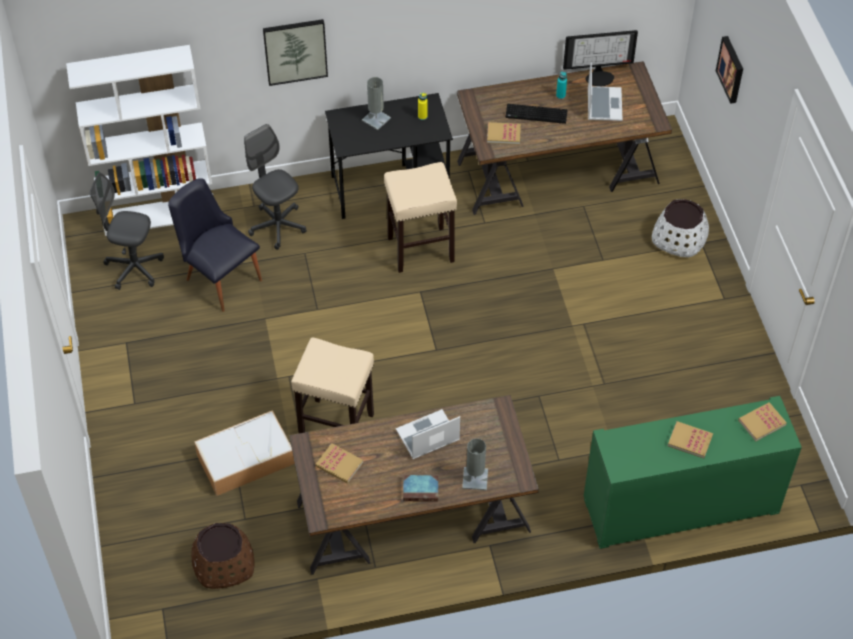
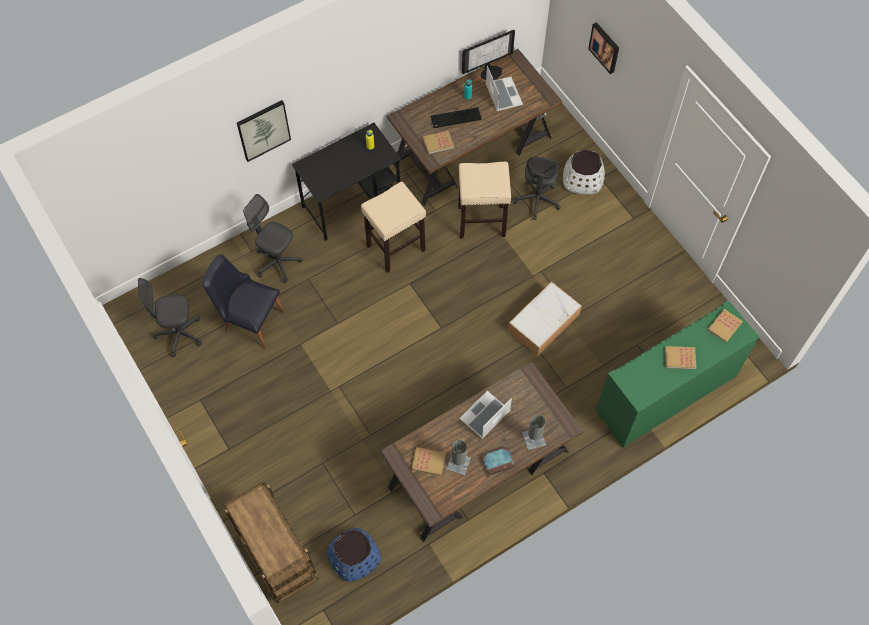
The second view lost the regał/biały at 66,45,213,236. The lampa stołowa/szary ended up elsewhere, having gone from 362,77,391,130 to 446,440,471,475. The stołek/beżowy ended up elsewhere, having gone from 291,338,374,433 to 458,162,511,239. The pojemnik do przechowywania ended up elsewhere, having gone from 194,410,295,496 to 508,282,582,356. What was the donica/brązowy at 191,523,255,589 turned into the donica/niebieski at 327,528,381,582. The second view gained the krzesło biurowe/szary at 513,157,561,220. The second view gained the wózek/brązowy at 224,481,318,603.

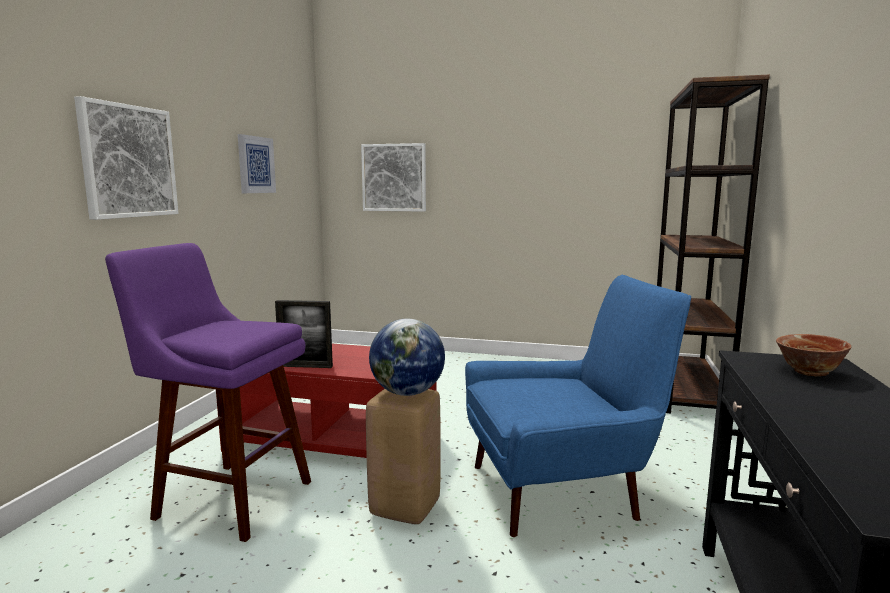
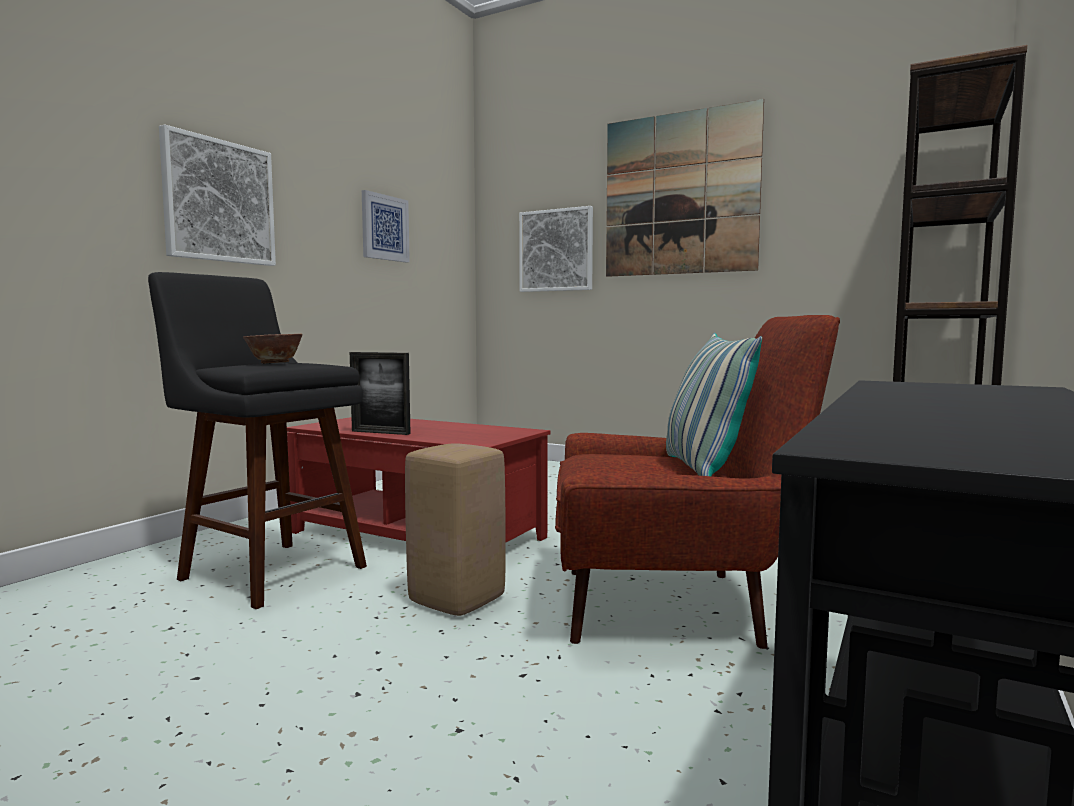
What was the stołek/fioletowy at 105,243,311,542 turned into the stołek/czarny at 148,272,367,609. What was the fotel/niebieski at 465,275,691,537 turned into the fotel/czerwony at 555,315,840,649. The second view lost the globus at 369,319,445,396. The miska ended up elsewhere, having gone from 776,334,852,376 to 243,334,302,363. The second view gained the obraz at 606,99,764,277. The second view gained the poduszka at 666,333,762,476.

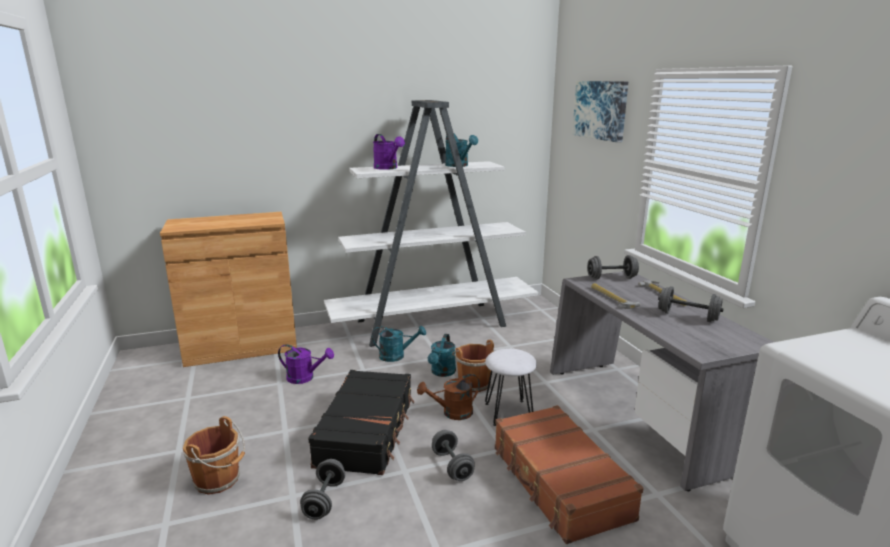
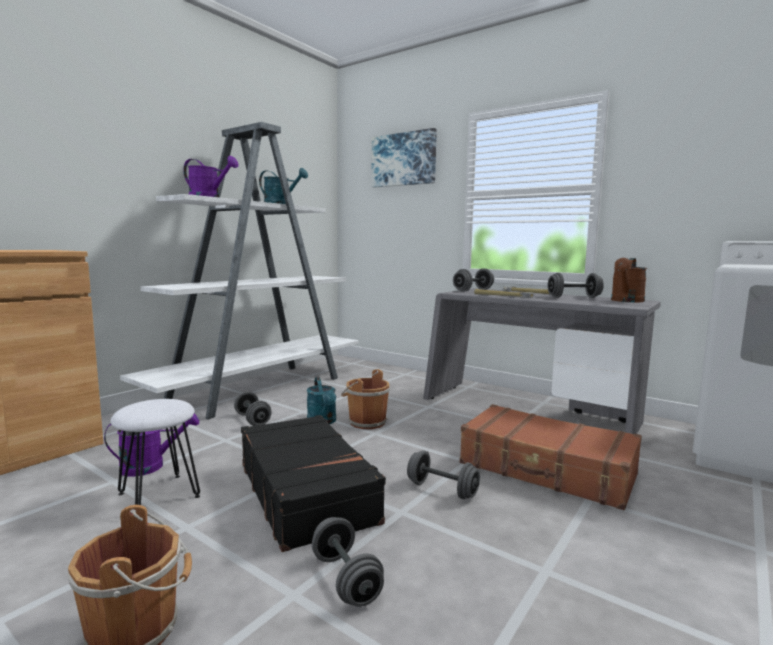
Where the konewka/turkusowy stood at 372,326,426,362, the hantel/szary came to stand at 234,391,272,426. The stołek/biały ended up elsewhere, having gone from 485,348,537,426 to 110,399,200,505. The konewka/brązowy ended up elsewhere, having gone from 417,374,480,420 to 611,258,647,302.

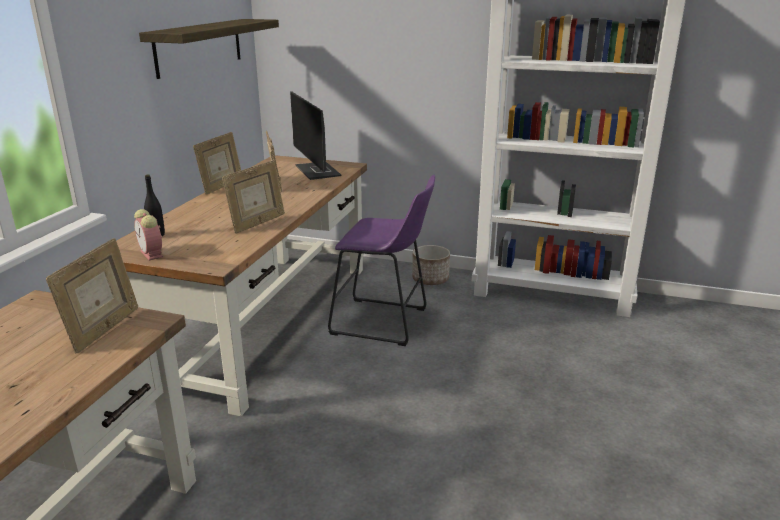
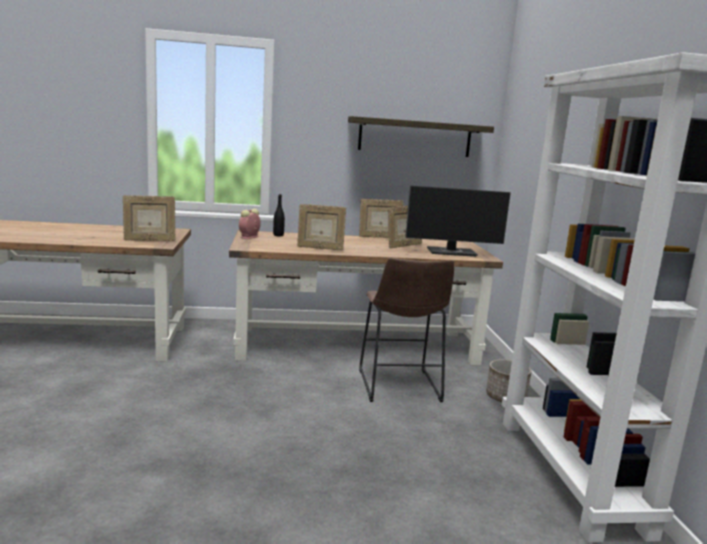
The monitor at 290,91,341,180 ended up facing another way, 135 degrees counterclockwise from before. What was the stołek/fioletowy at 328,175,435,346 turned into the stołek/brązowy at 359,258,454,402.

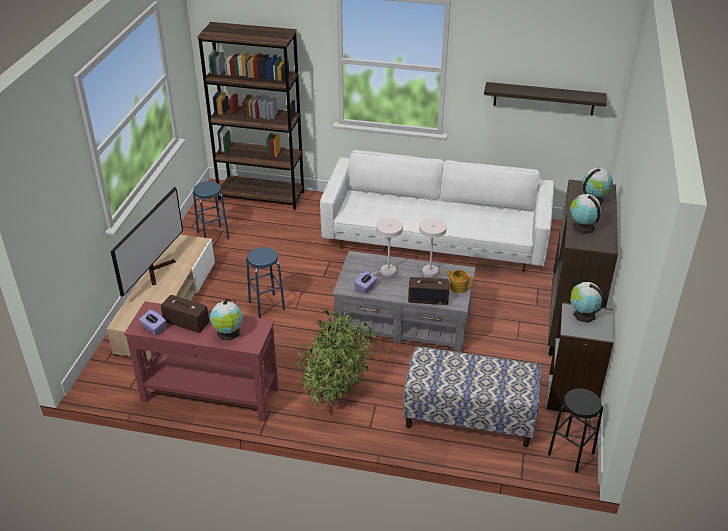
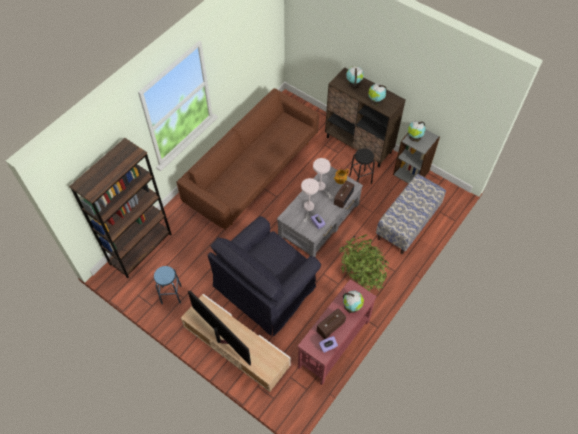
The second view lost the półka at 484,82,607,116. What was the kanapa/biały at 320,150,554,273 turned into the kanapa/brązowy at 177,88,319,230. Where the stołek/niebieski stood at 246,247,285,318, the fotel/czarny came to stand at 208,216,321,336. The stołek/czarny ended up elsewhere, having gone from 548,388,603,473 to 349,148,375,184.

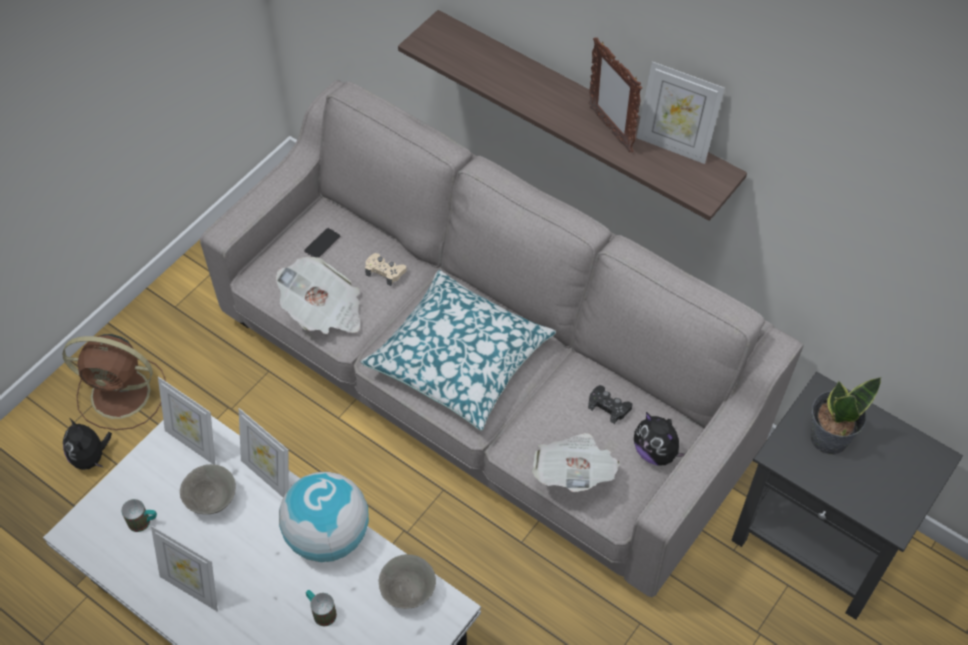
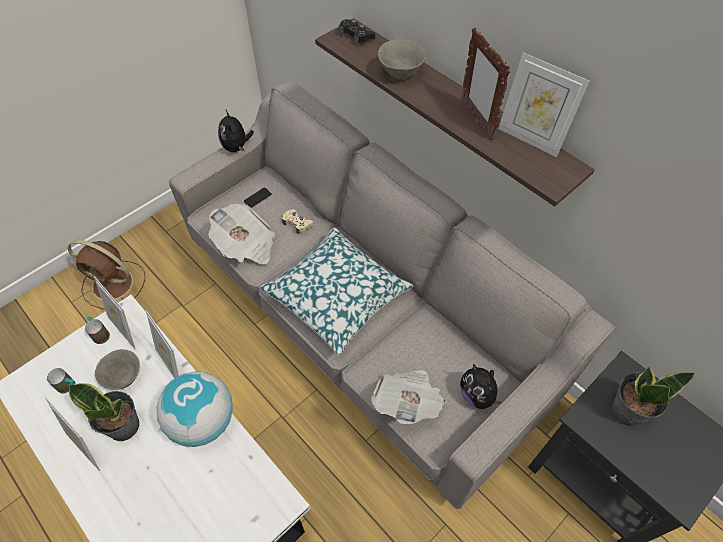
The pad do gier/czarny ended up elsewhere, having gone from 588,385,633,424 to 338,19,375,46. The pluszak ended up elsewhere, having gone from 63,418,112,470 to 218,110,254,152. The miska/szary ended up elsewhere, having gone from 379,554,436,609 to 378,39,426,80. The kubek ended up elsewhere, having gone from 306,590,337,626 to 85,316,110,344. The second view gained the roślina doniczkowa at 69,383,139,441.

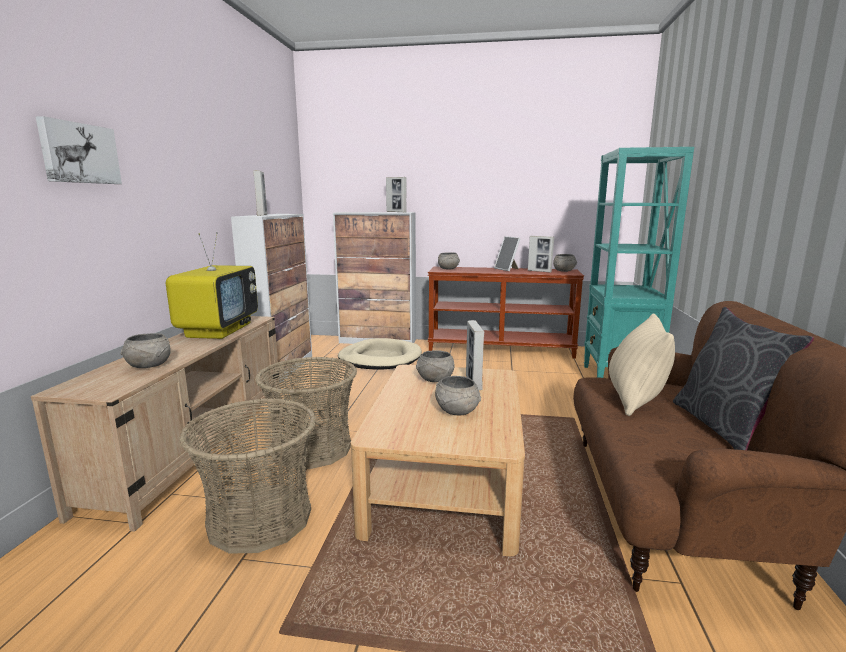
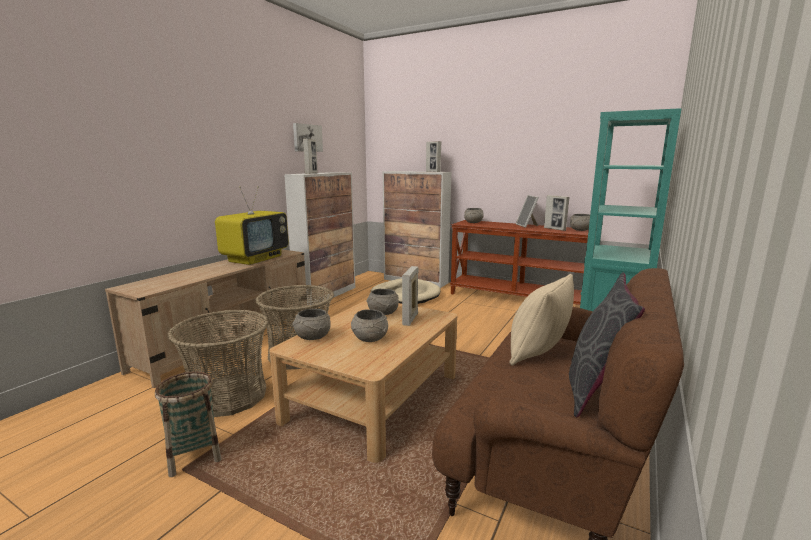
The obraz ended up elsewhere, having gone from 35,116,122,184 to 293,123,323,152. The miska/szary ended up elsewhere, having gone from 121,333,171,368 to 292,309,331,340. The second view gained the koszyk at 155,372,221,477.

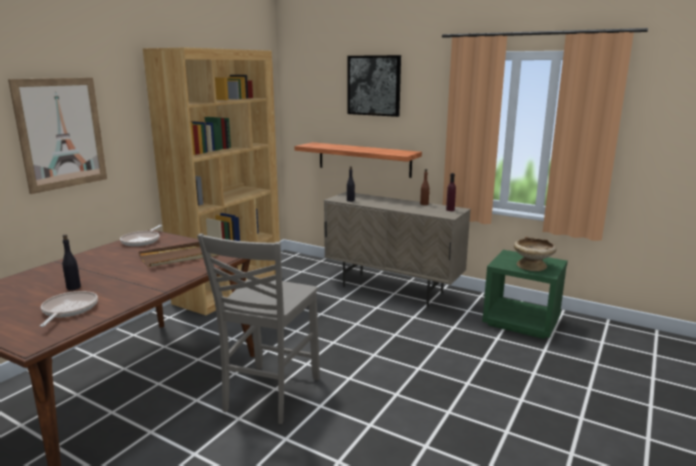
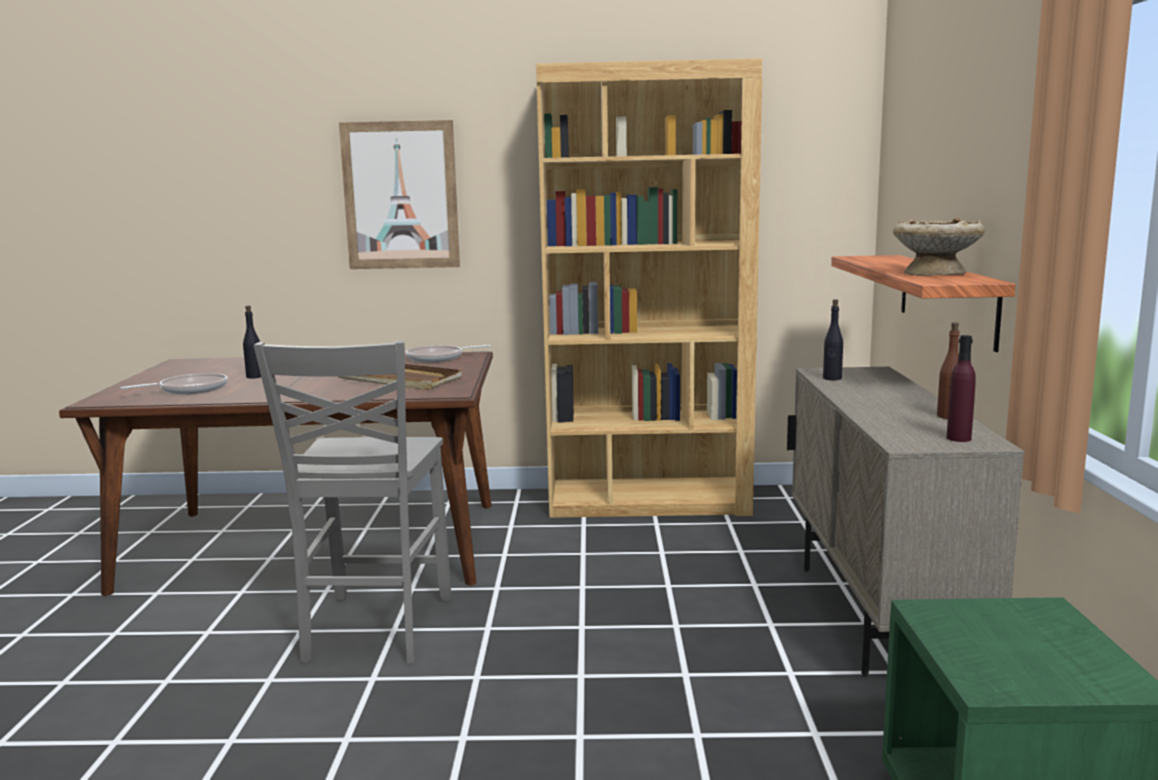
The second view lost the obraz at 348,55,401,117. The krzesło/szary at 197,233,320,424 ended up facing another way, 75 degrees counterclockwise from before. The miska/beżowy ended up elsewhere, having gone from 514,236,557,271 to 893,217,985,276.

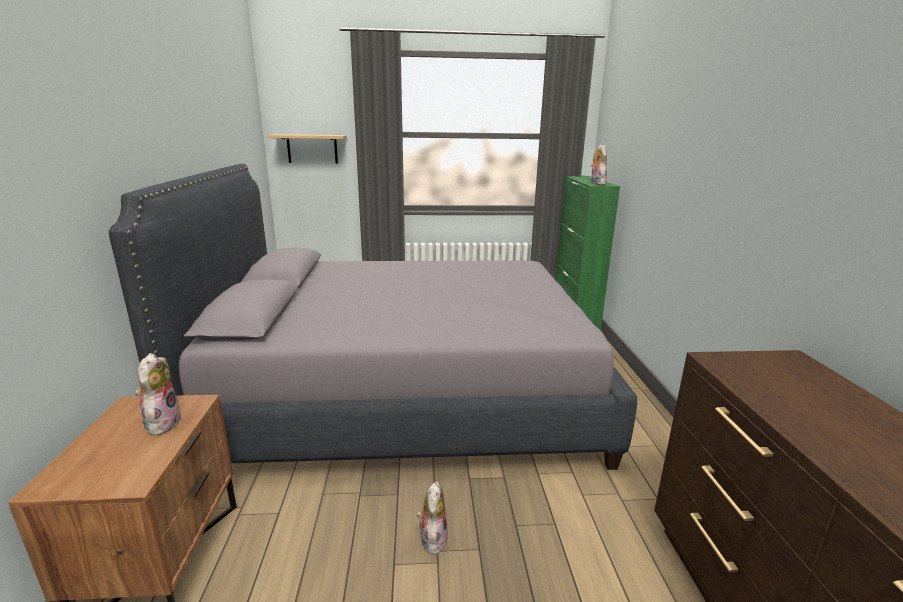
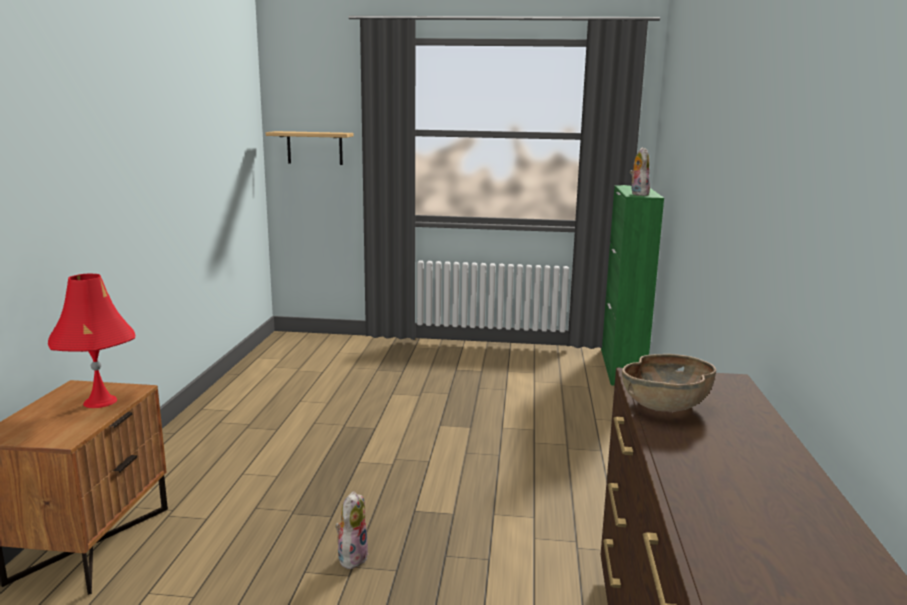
The second view lost the łóżko/szary at 109,164,637,470. Where the pluszak stood at 135,353,182,436, the lampa stołowa/czerwony came to stand at 48,274,135,408. The second view gained the miska/brązowy at 622,354,716,412.

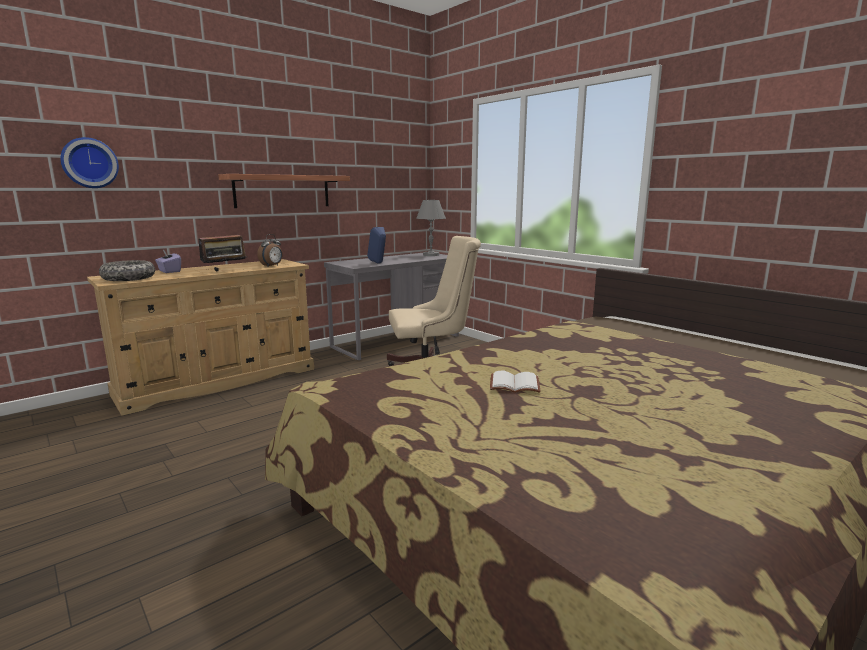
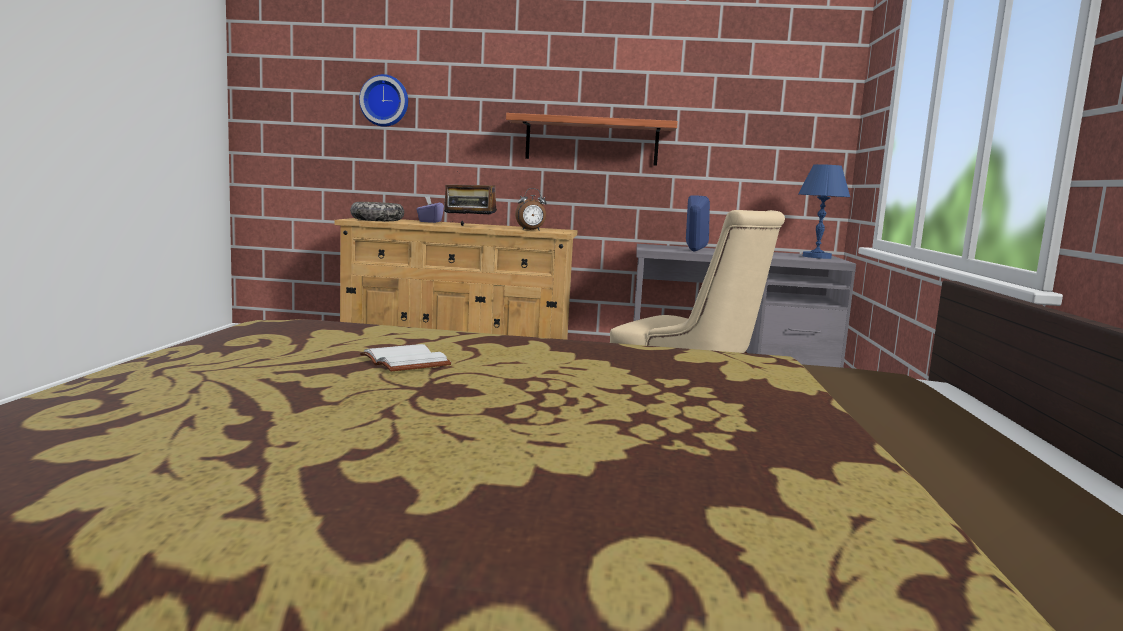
What was the lampa stołowa/szary at 416,200,446,256 turned into the lampa stołowa/niebieski at 798,164,850,259.

